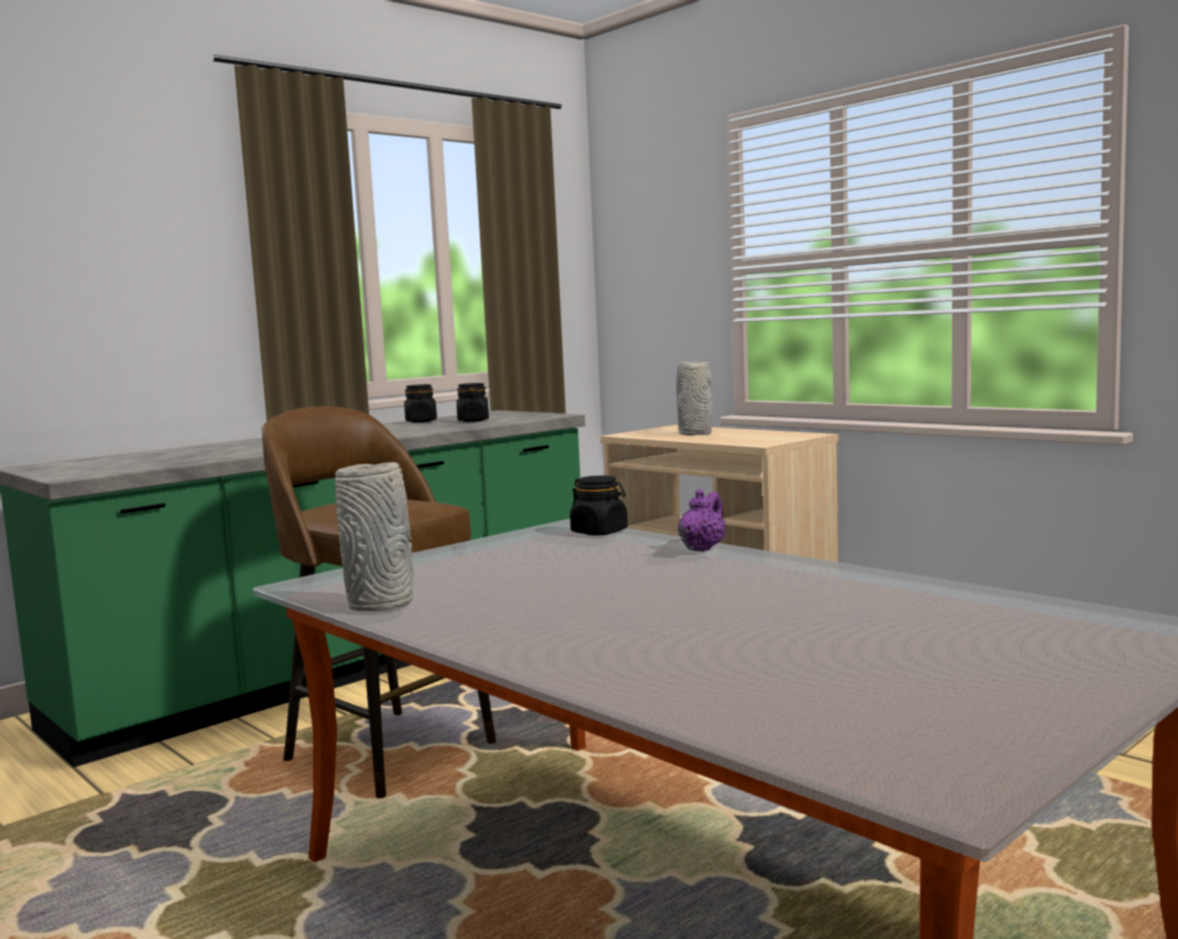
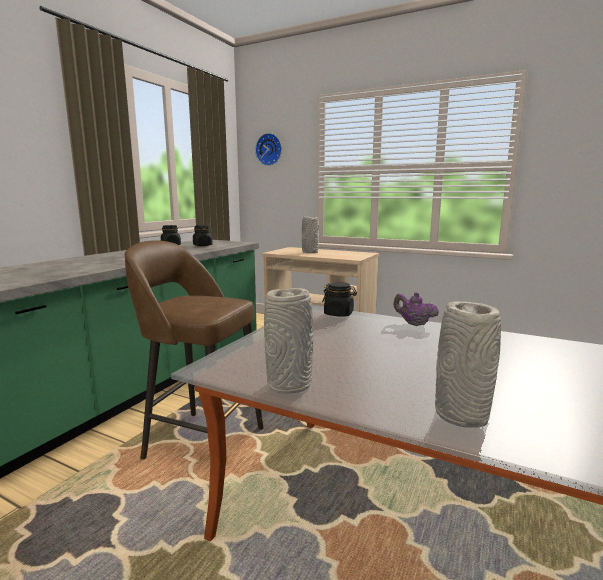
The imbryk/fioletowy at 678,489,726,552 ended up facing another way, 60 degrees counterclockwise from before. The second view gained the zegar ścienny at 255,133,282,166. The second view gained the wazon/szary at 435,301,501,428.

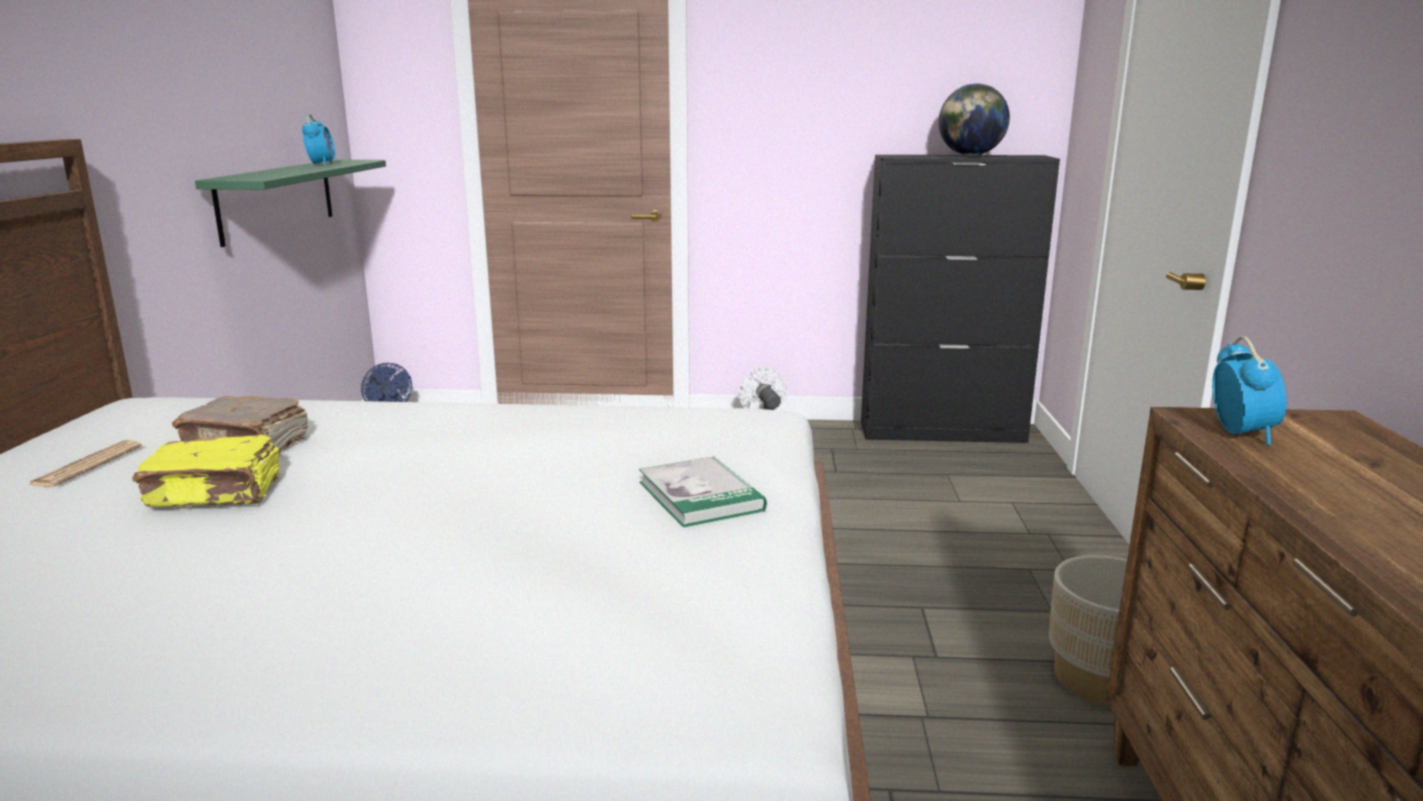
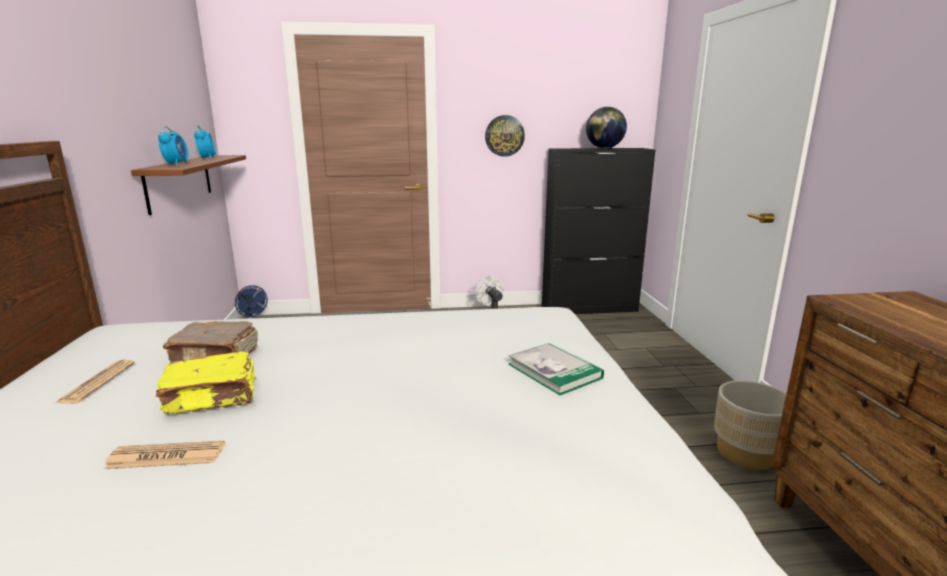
What was the półka/zielony at 195,160,386,247 turned into the półka/brązowy at 131,155,246,215. The budzik ended up elsewhere, having gone from 1212,336,1287,446 to 158,126,188,166. The second view gained the zegar ścienny at 485,115,525,157. The second view gained the gazeta at 104,441,225,469.

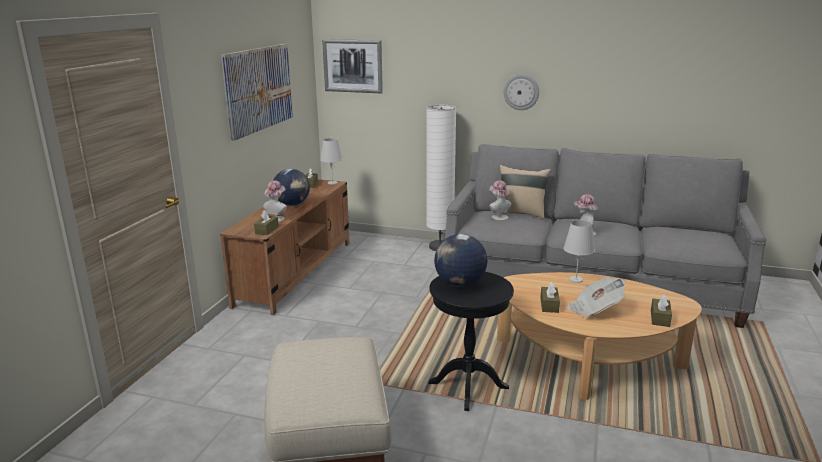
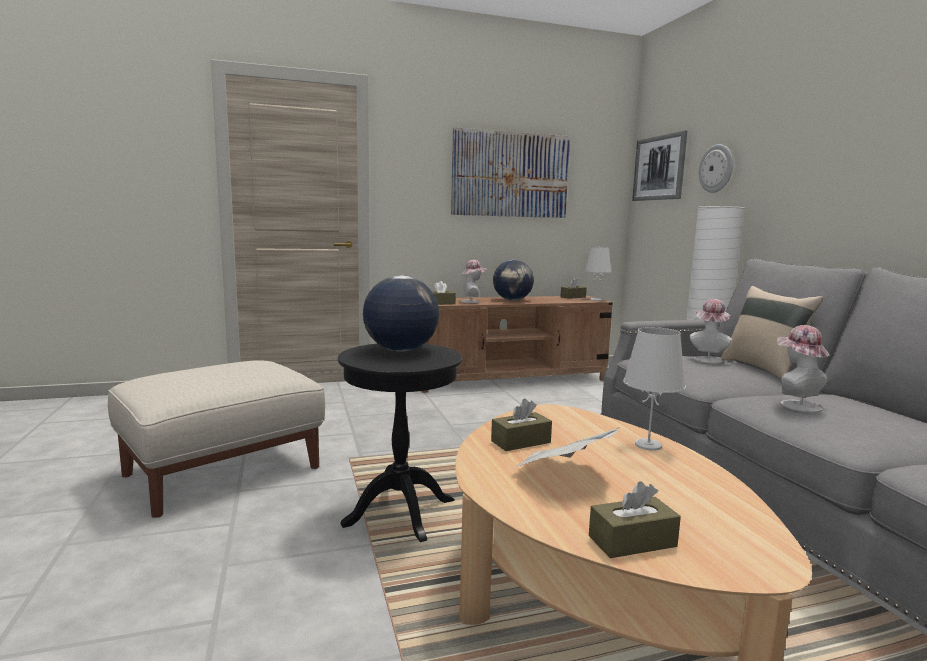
The zegar ścienny ended up elsewhere, having gone from 504,74,539,110 to 699,144,733,193.

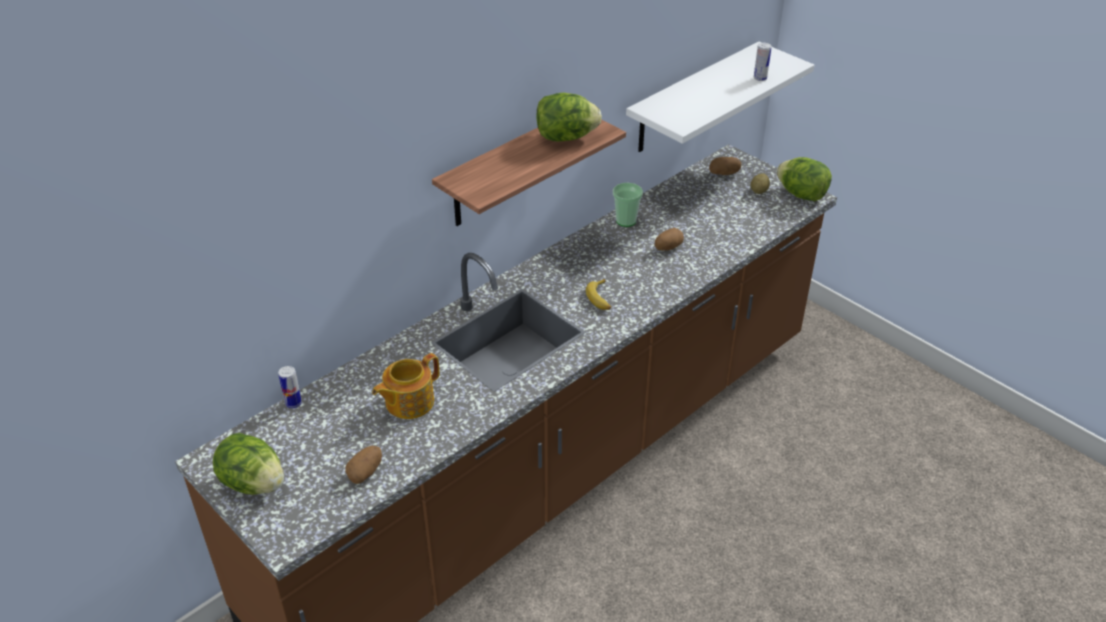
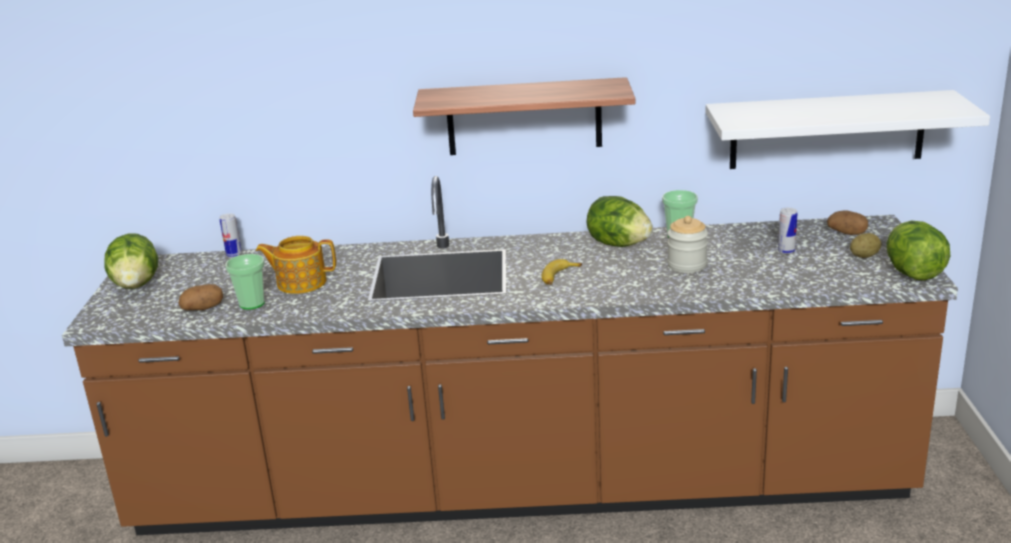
The puszka ended up elsewhere, having gone from 754,43,772,81 to 778,208,797,254. The sałata ended up elsewhere, having gone from 536,93,602,142 to 587,196,653,247. Where the ziemniak stood at 655,228,684,251, the słoik came to stand at 667,216,708,273. The second view gained the filiżanka at 225,254,265,310.

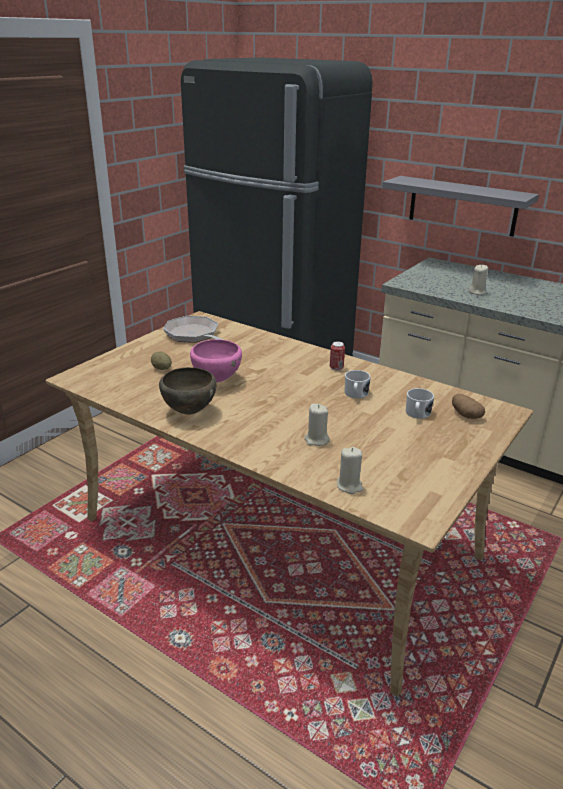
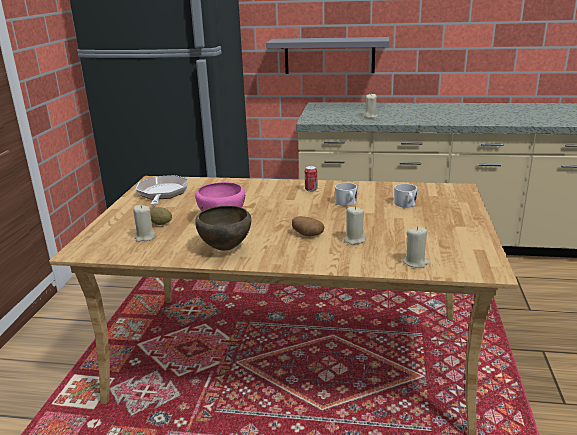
The patelnia at 163,316,223,343 ended up facing another way, 60 degrees clockwise from before. The ziemniak ended up elsewhere, having gone from 452,394,485,419 to 292,216,324,236. The second view gained the świeca/beżowy at 133,205,156,242.

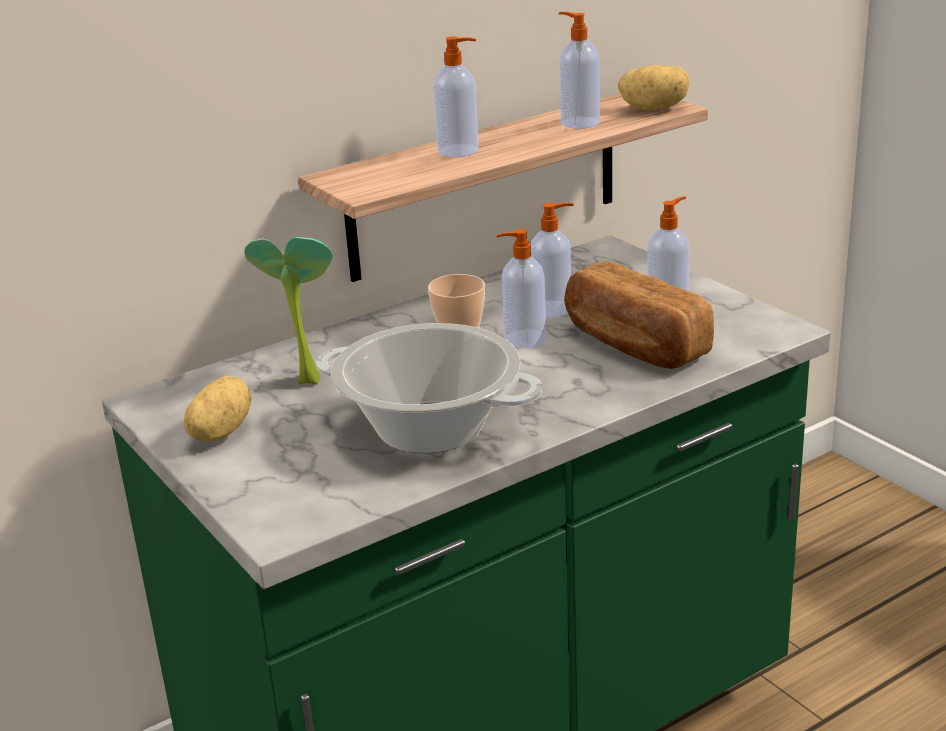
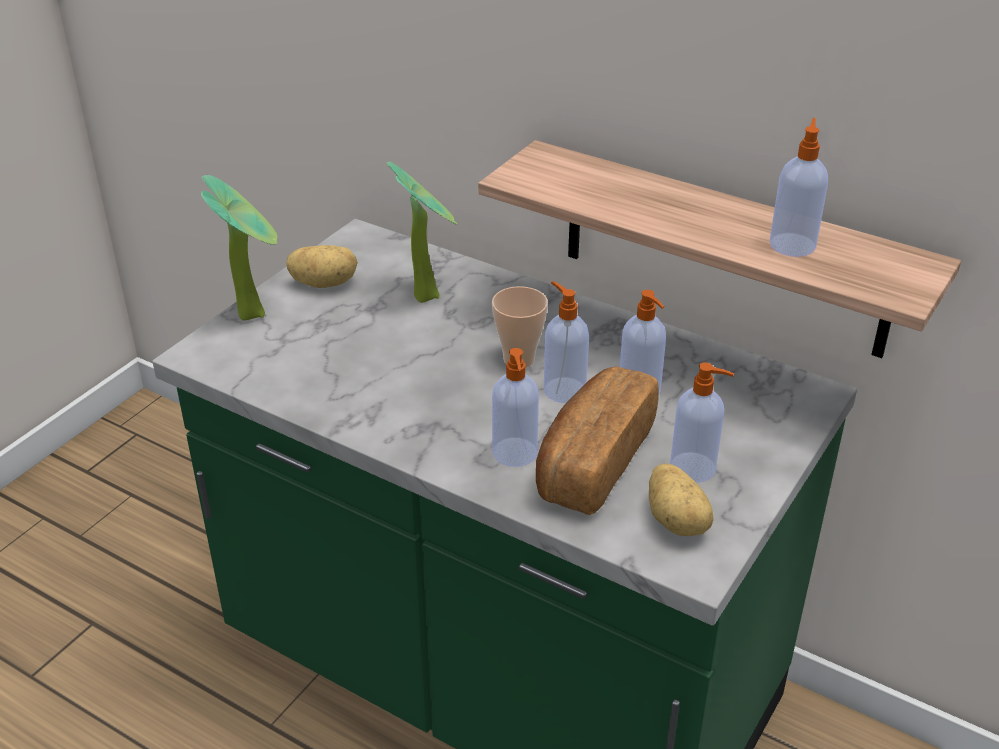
The dozownik mydła ended up elsewhere, having gone from 434,36,479,157 to 492,348,539,467. The ziemniak ended up elsewhere, having gone from 618,65,690,111 to 649,463,714,536. The second view lost the garnek at 316,323,542,453. The second view gained the roślina doniczkowa at 201,175,277,321.

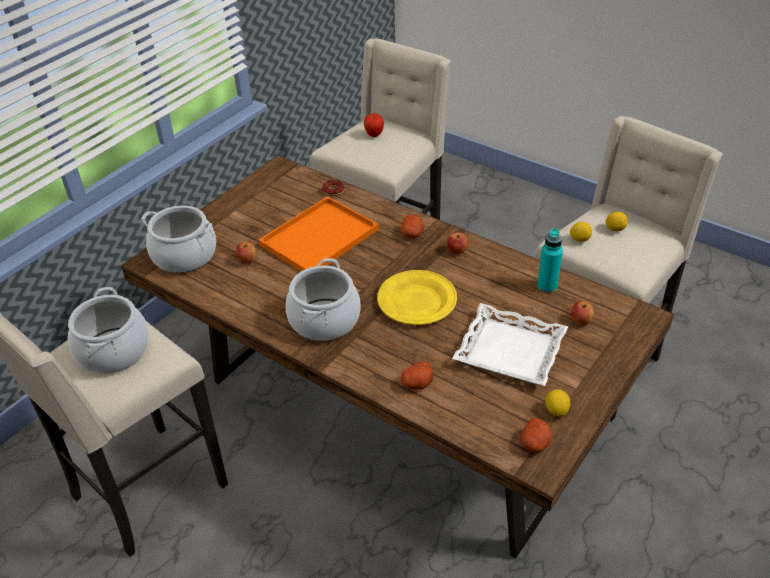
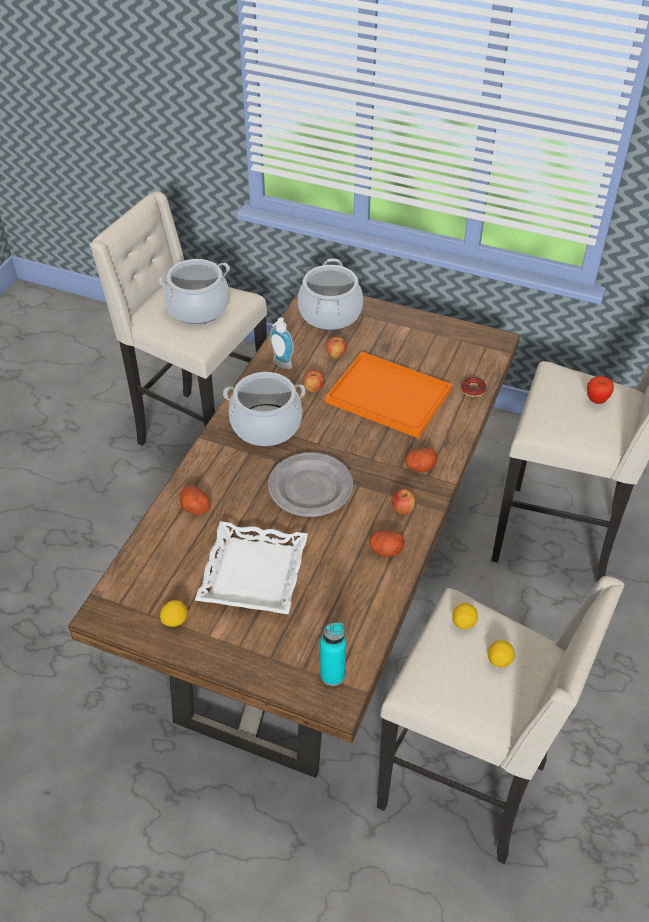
The butelka/turkusowy ended up elsewhere, having gone from 537,229,563,293 to 320,623,346,686. What was the talerz/żółty at 377,270,457,325 turned into the talerz/szary at 268,452,353,517. The jabłko ended up elsewhere, having gone from 571,301,594,325 to 303,370,324,392. The ziemniak ended up elsewhere, having gone from 521,418,552,453 to 369,531,405,557. The second view gained the dozownik mydła at 270,318,294,369.

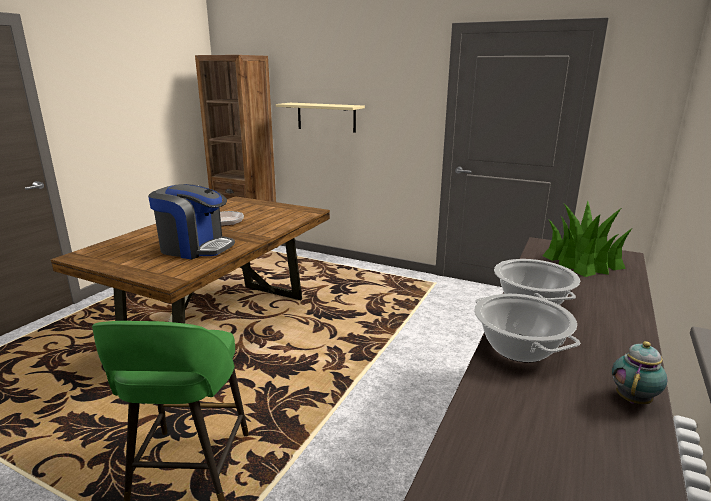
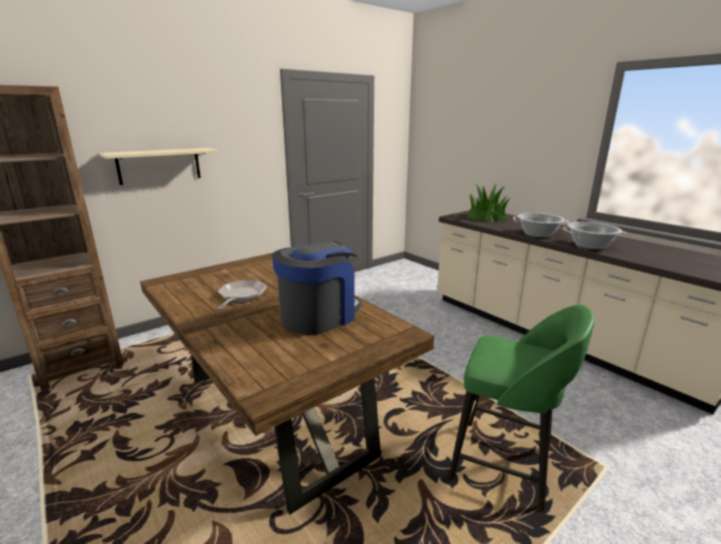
The second view lost the imbryk at 612,341,667,404.

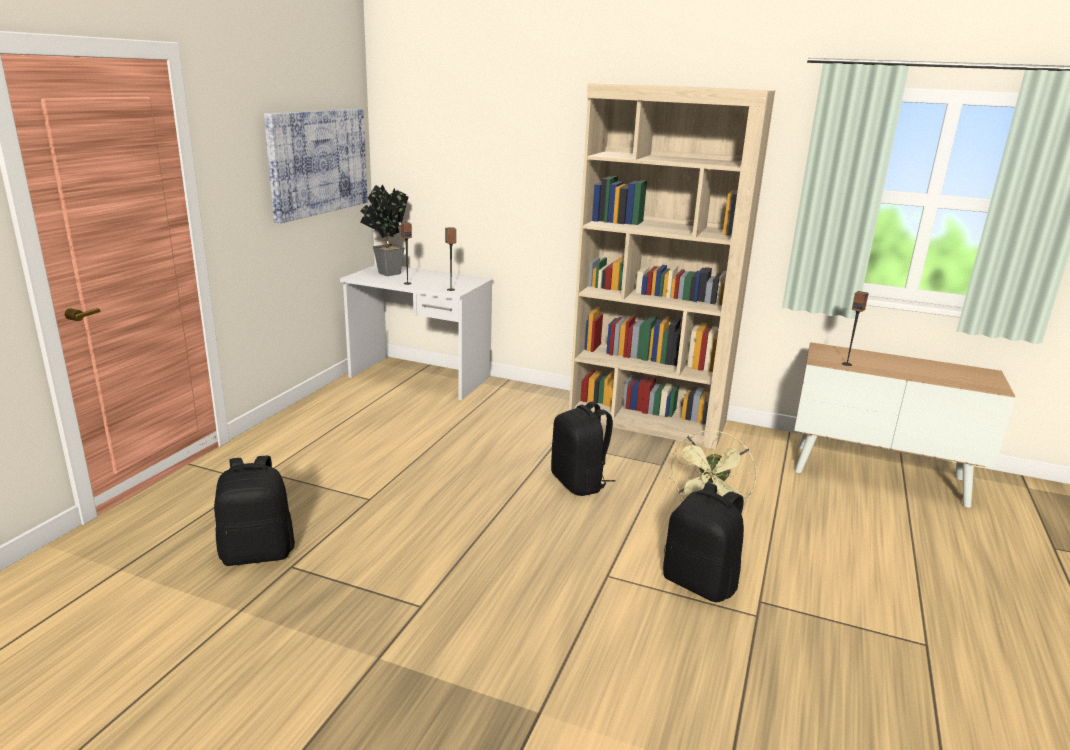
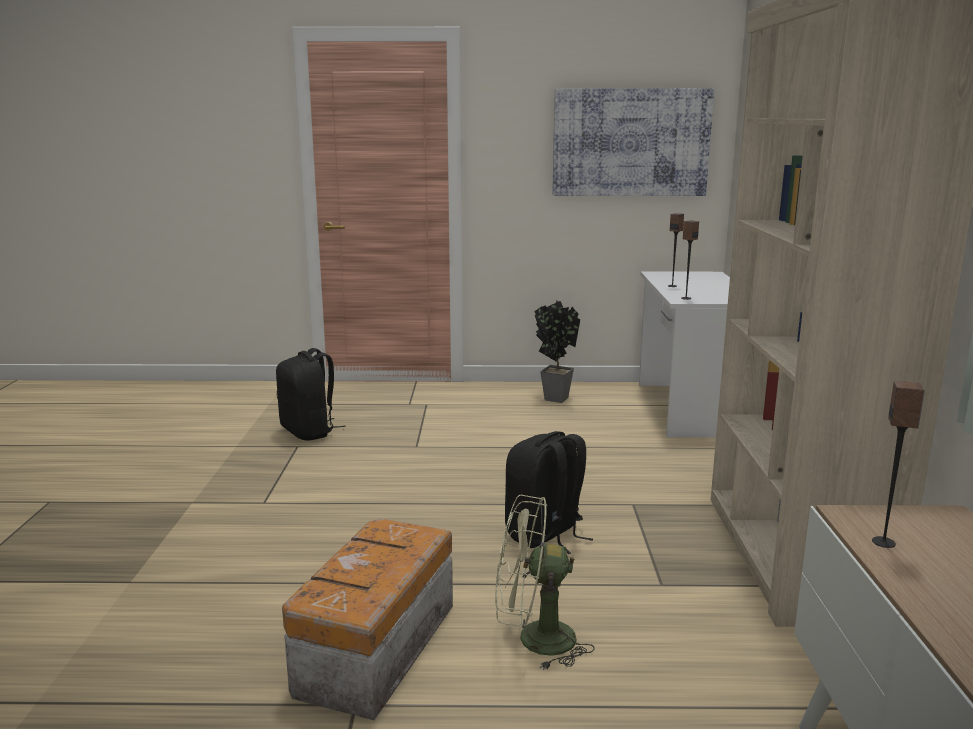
The roślina doniczkowa ended up elsewhere, having gone from 360,185,409,276 to 534,301,580,403. Where the plecak/czarny stood at 663,482,744,602, the pojemnik do przechowywania came to stand at 282,519,453,720.

